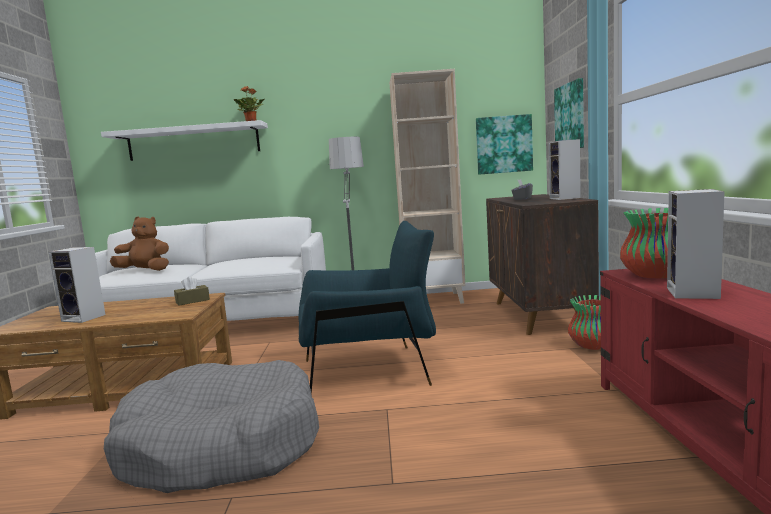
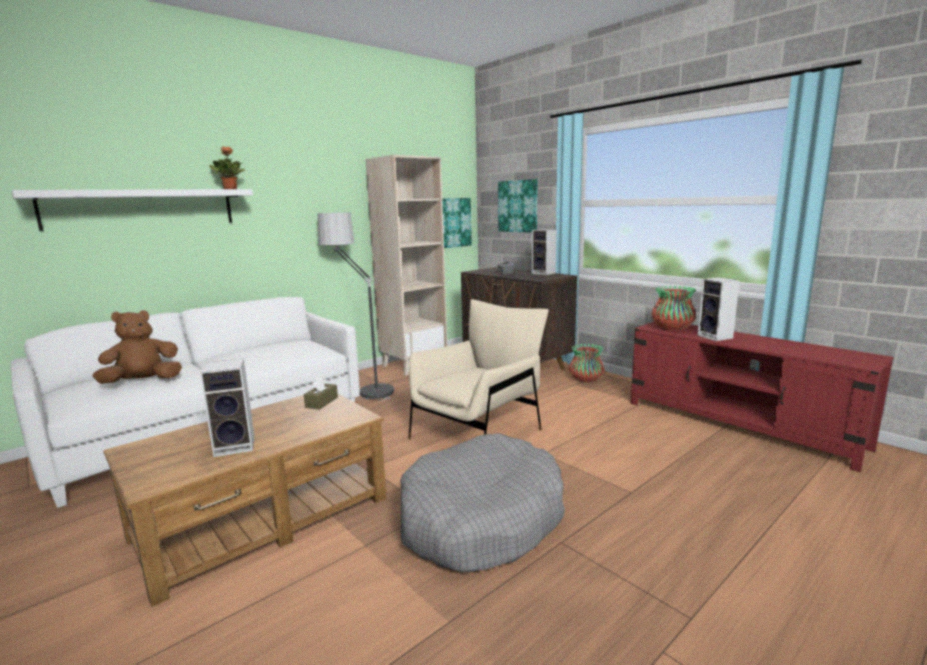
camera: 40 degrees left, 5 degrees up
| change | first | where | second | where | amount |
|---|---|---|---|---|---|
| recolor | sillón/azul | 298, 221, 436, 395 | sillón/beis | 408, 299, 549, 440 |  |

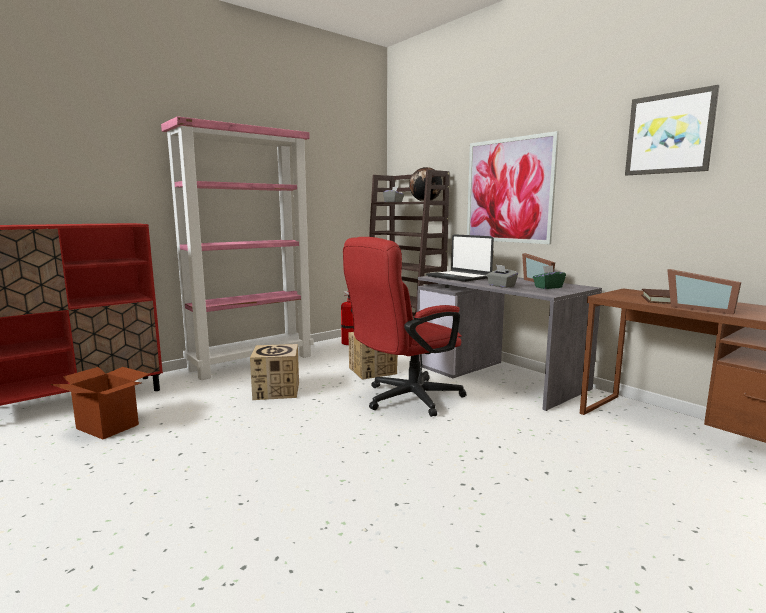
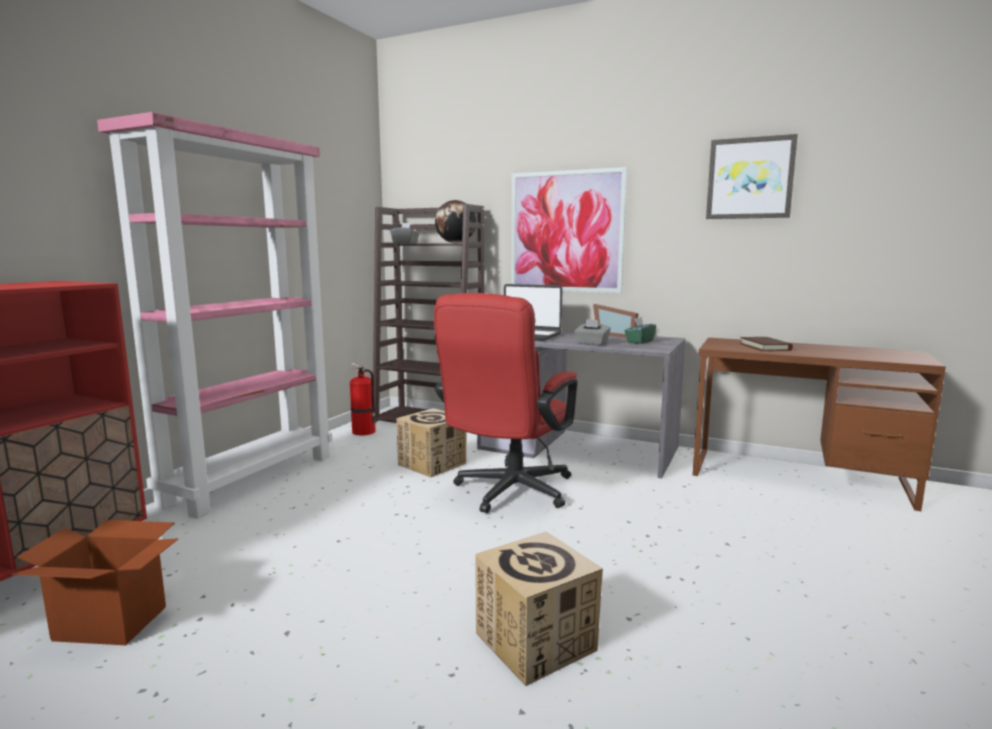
camera: 25 degrees left, 0 degrees up
| change | first | where | second | where | amount |
|---|---|---|---|---|---|
| move | caja de cartón | 250, 344, 299, 400 |  | 475, 532, 603, 686 |  |
| delete | portarretratos | 667, 269, 741, 315 |  |  |  |

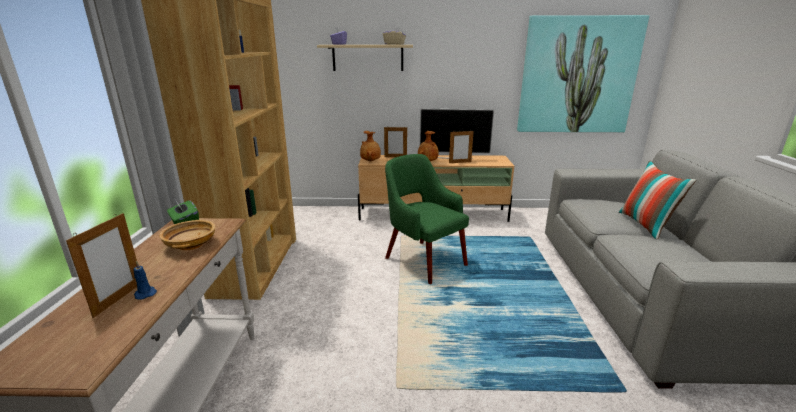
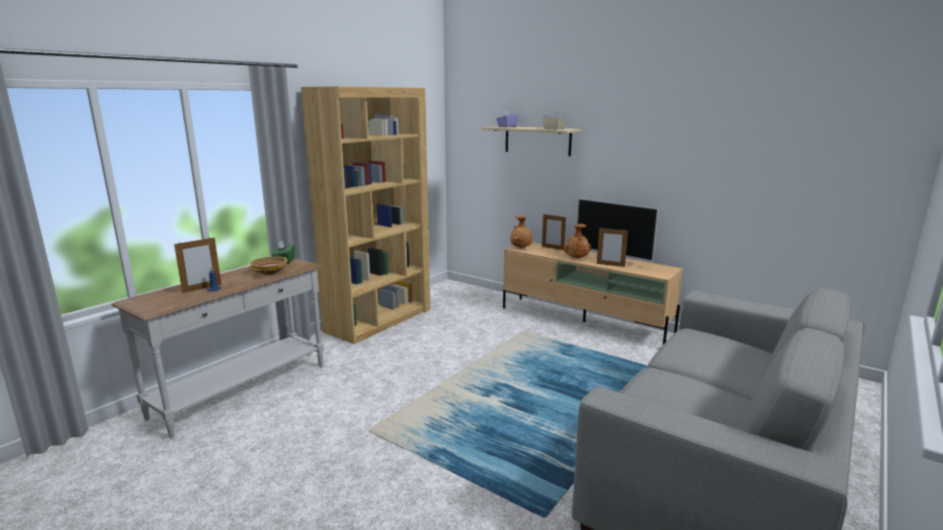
camera: 35 degrees right, 5 degrees down
| change | first | where | second | where | amount |
|---|---|---|---|---|---|
| delete | sillón/verde | 385, 154, 469, 284 |  |  |  |
| delete | cuadro | 517, 15, 649, 132 |  |  |  |
| delete | cojín | 619, 161, 696, 240 |  |  |  |

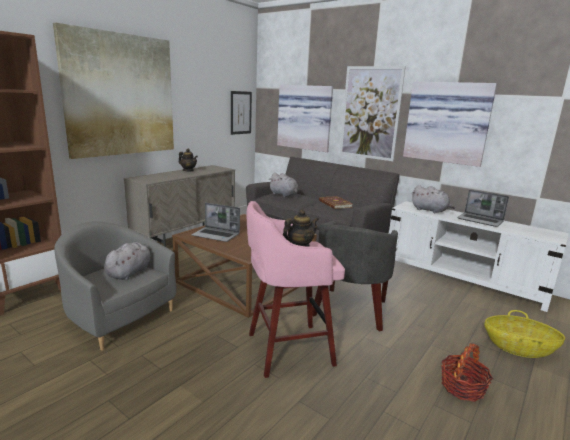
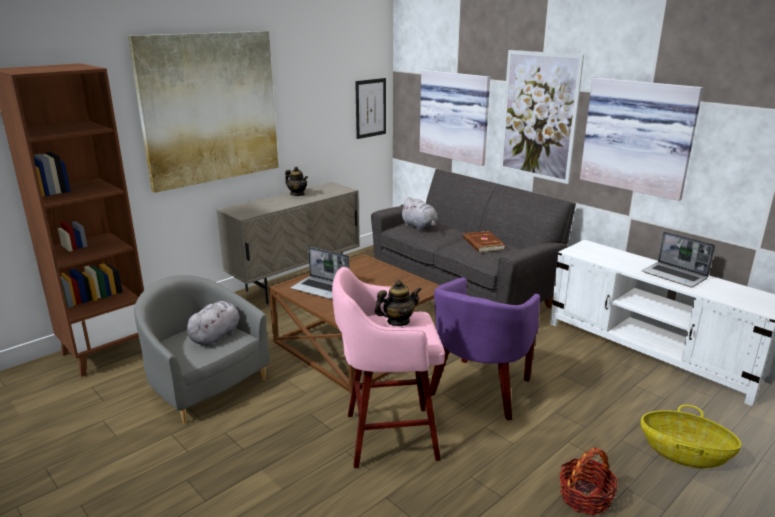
camera: 10 degrees right, 5 degrees up
| change | first | where | second | where | amount |
|---|---|---|---|---|---|
| recolor | sillón/gris | 312, 221, 398, 331 | sillón/morado | 430, 277, 540, 420 |  |
| delete | peluche/gris | 412, 185, 455, 213 |  |  |  |

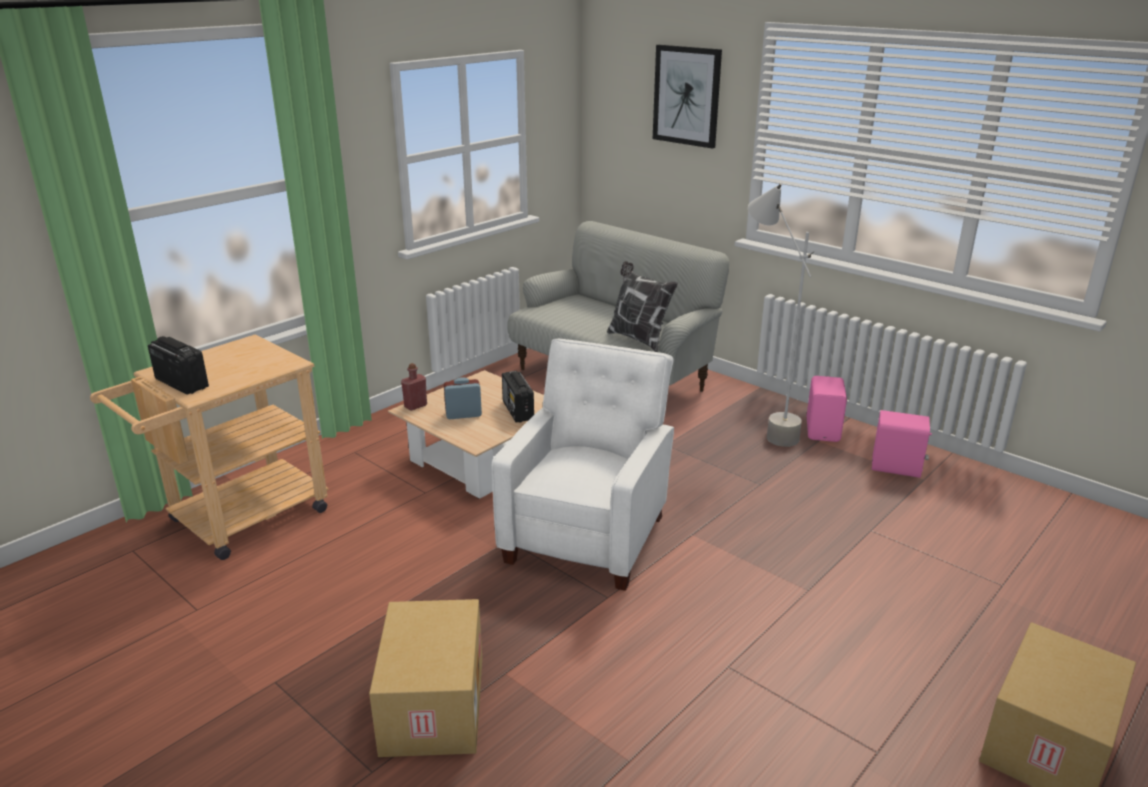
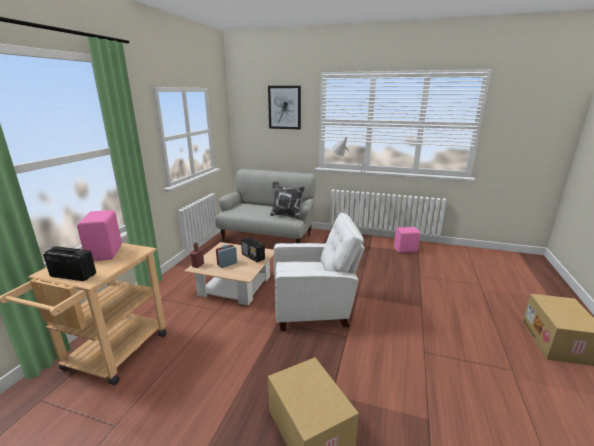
camera: 25 degrees left, 5 degrees down
| change | first | where | second | where | amount |
|---|---|---|---|---|---|
| rotate | sillón/blanco | 492, 339, 674, 591 |  | 274, 212, 365, 331 | 90 degrees clockwise |
| move | altavoz/rosa | 807, 376, 847, 442 |  | 77, 210, 122, 261 |  |

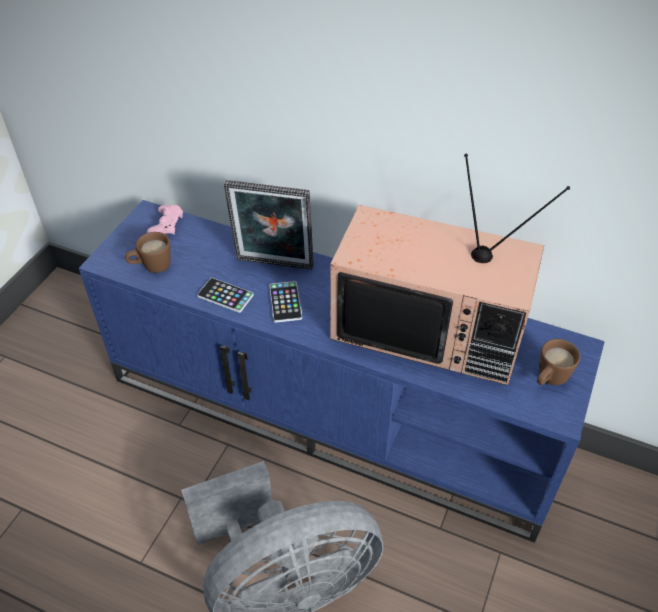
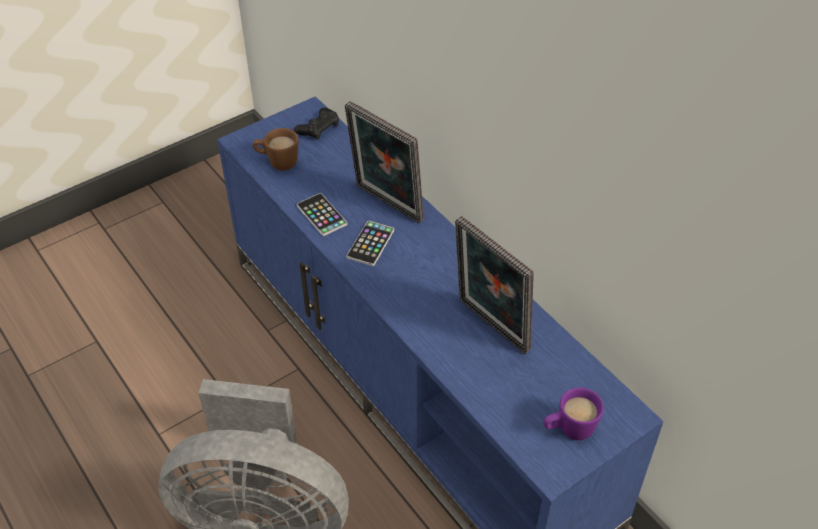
camera: 30 degrees right, 0 degrees up
| change | first | where | second | where | amount |
|---|---|---|---|---|---|
| recolor | mando de consola/rosa | 147, 205, 183, 235 | mando de consola/negro | 294, 108, 339, 140 |  |
| replace | televisor | 330, 154, 570, 385 | portarretratos | 455, 216, 534, 354 |  |
| recolor | taza grande/marrón | 537, 339, 580, 385 | taza grande/morado | 543, 387, 604, 440 |  |

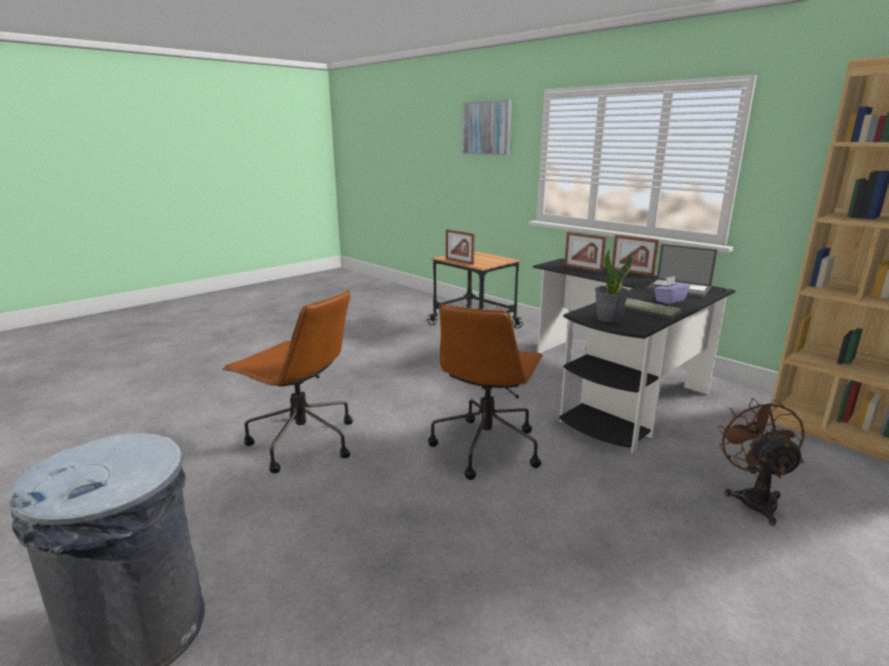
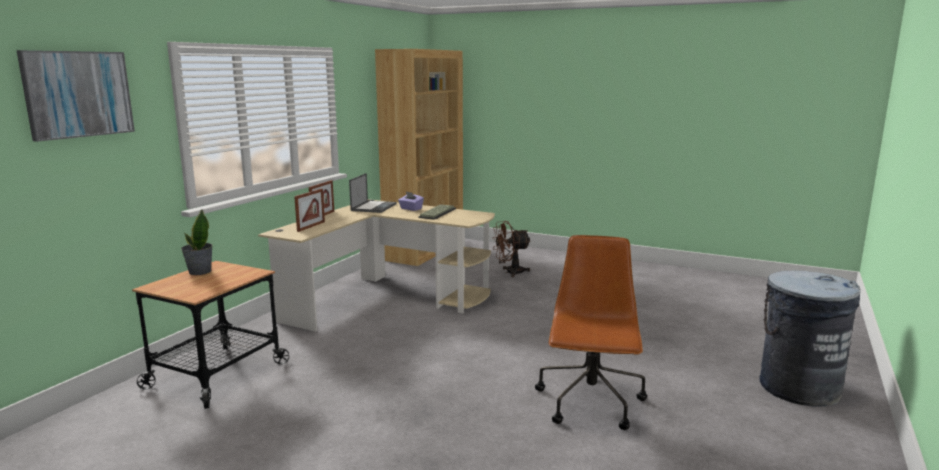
camera: 110 degrees left, 5 degrees down
| change | first | where | second | where | amount |
|---|---|---|---|---|---|
| delete | silla de oficina/marrón | 428, 304, 543, 480 |  |  |  |
| delete | portarretratos | 446, 229, 475, 265 |  |  |  |
| recolor | escritorio/negro | 533, 258, 735, 453 | escritorio/beis | 258, 199, 495, 331 |  |
| move | planta en maceta | 595, 249, 633, 322 |  | 181, 209, 213, 275 |  |

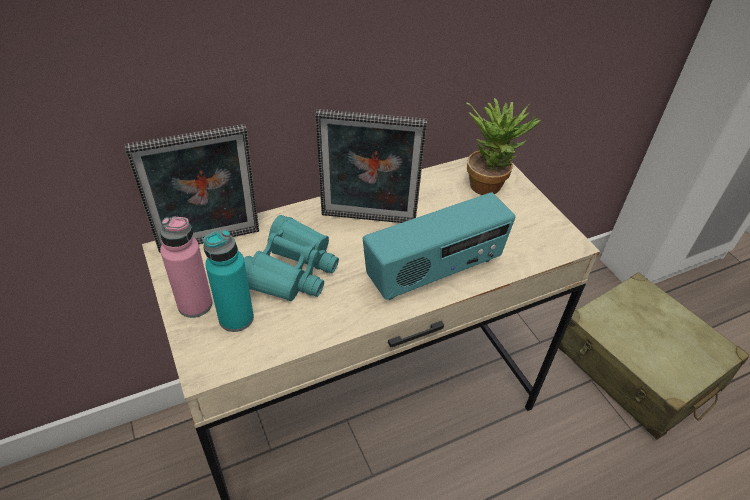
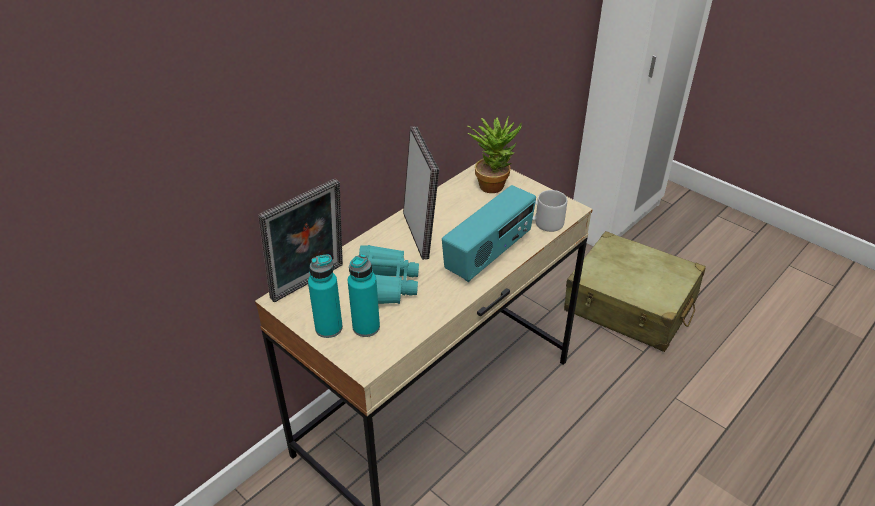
camera: 20 degrees left, 5 degrees down
| change | first | where | second | where | amount |
|---|---|---|---|---|---|
| recolor | botella/rosa | 160, 216, 213, 318 | botella/turquesa | 308, 254, 343, 338 |  |
| rotate | portarretratos | 315, 109, 427, 223 |  | 403, 126, 439, 260 | 90 degrees counterclockwise |
| insert |  |  | taza grande/gris | 532, 190, 567, 232 |  |

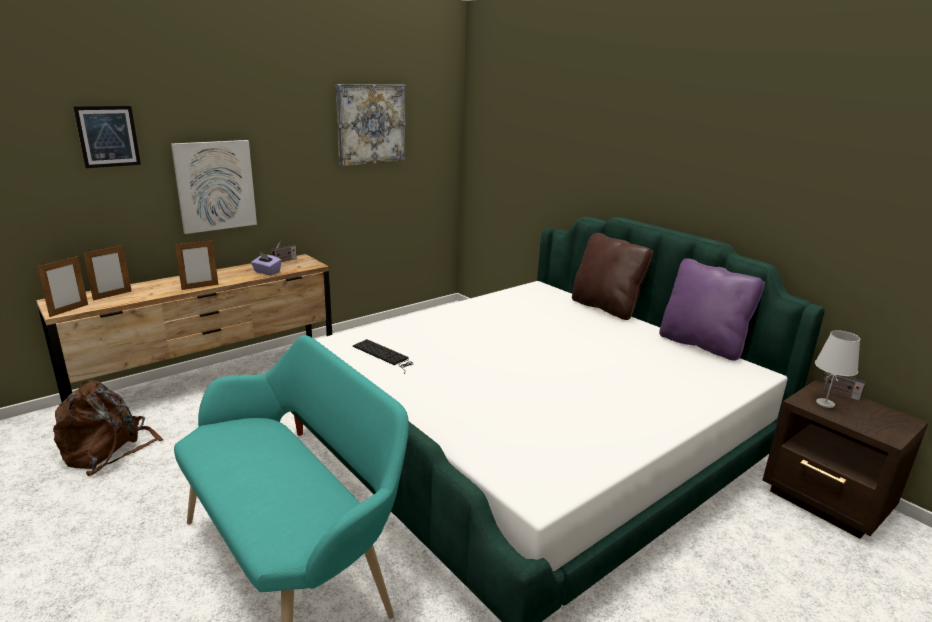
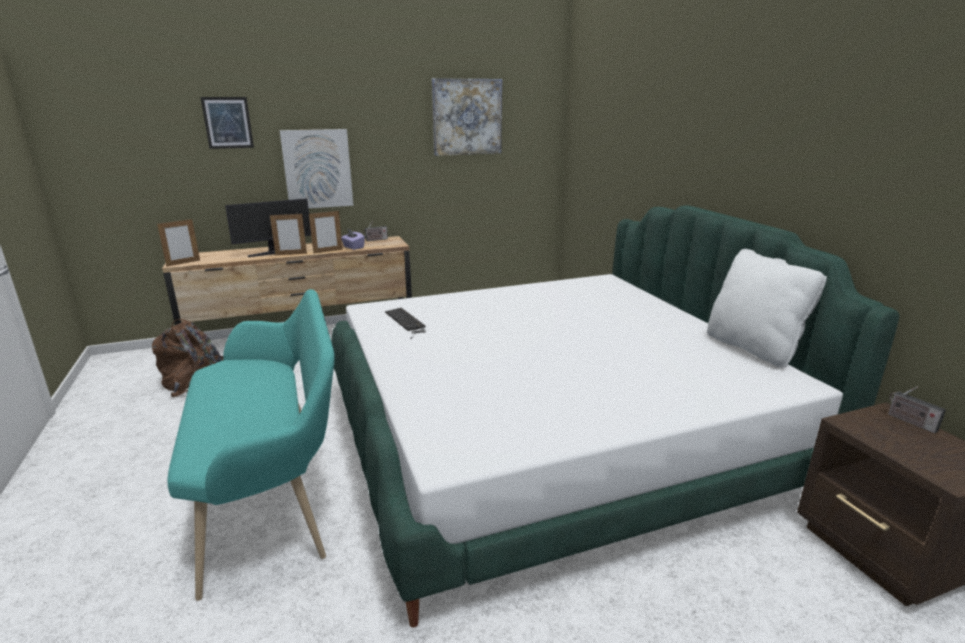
camera: 20 degrees right, 0 degrees up
| change | first | where | second | where | amount |
|---|---|---|---|---|---|
| move | portarretratos | 83, 245, 132, 301 |  | 309, 210, 343, 254 |  |
| delete | cojín/marrón | 572, 233, 653, 320 |  |  |  |
| recolor | cojín/morado | 659, 258, 765, 361 | cojín/blanco | 707, 249, 827, 368 |  |
| delete | lámpara de mesa/blanco | 815, 330, 860, 408 |  |  |  |
| insert |  |  | monitor | 225, 198, 311, 257 |  |

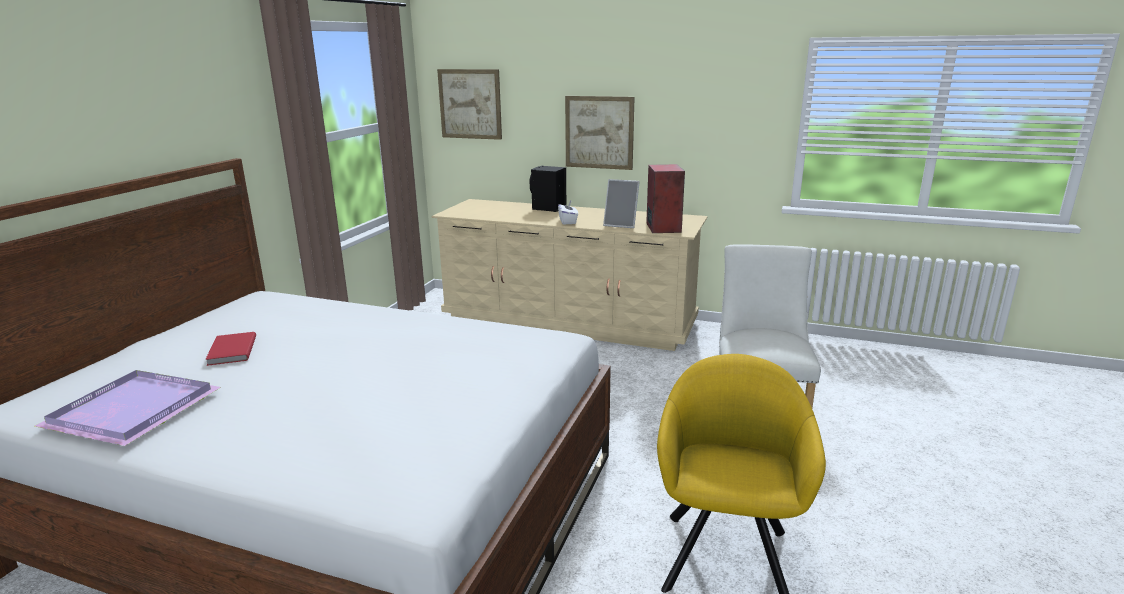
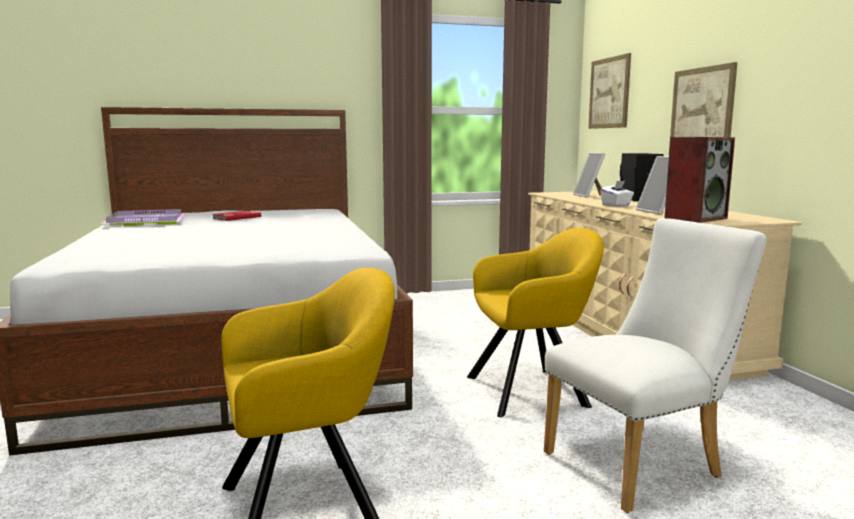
camera: 55 degrees right, 10 degrees down
| change | first | where | second | where | amount |
|---|---|---|---|---|---|
| insert |  |  | sillón/amarillo | 467, 228, 604, 417 |  |
| insert |  |  | portarretratos | 573, 152, 605, 198 |  |

